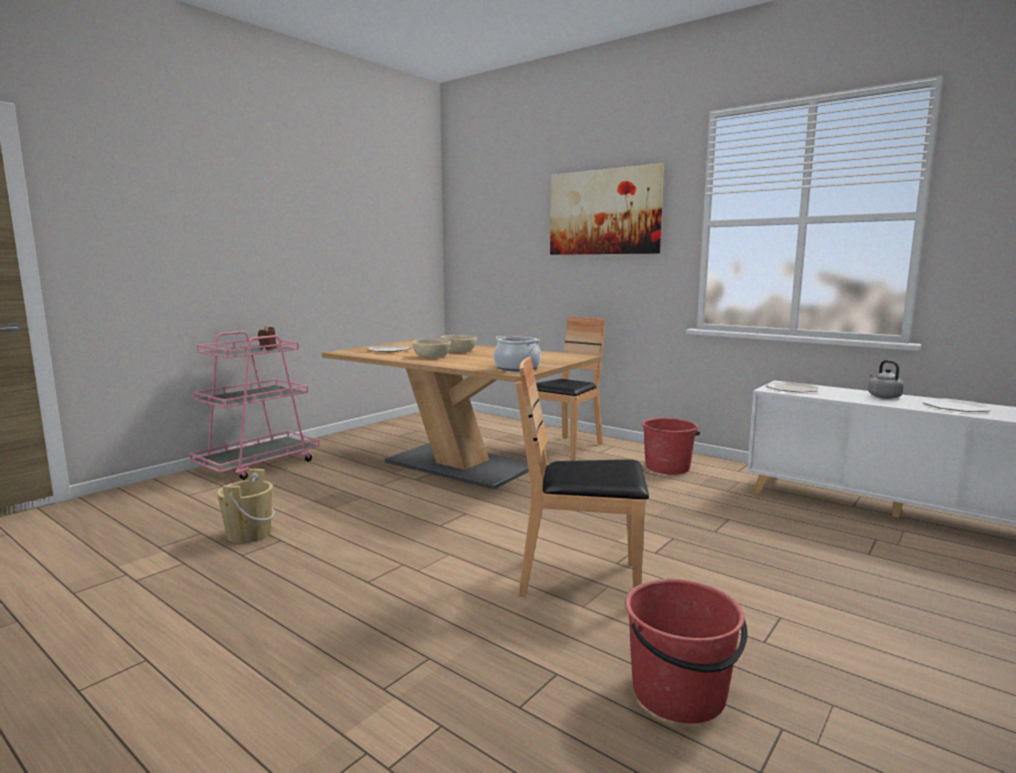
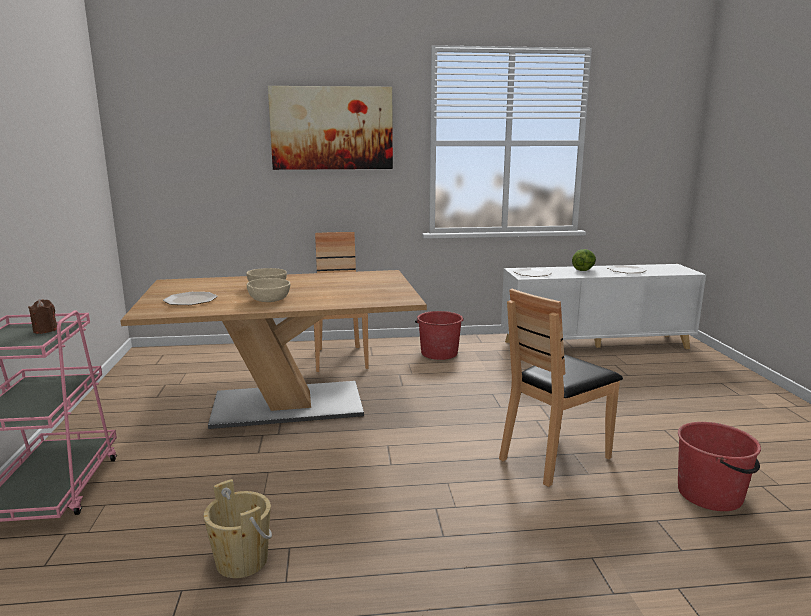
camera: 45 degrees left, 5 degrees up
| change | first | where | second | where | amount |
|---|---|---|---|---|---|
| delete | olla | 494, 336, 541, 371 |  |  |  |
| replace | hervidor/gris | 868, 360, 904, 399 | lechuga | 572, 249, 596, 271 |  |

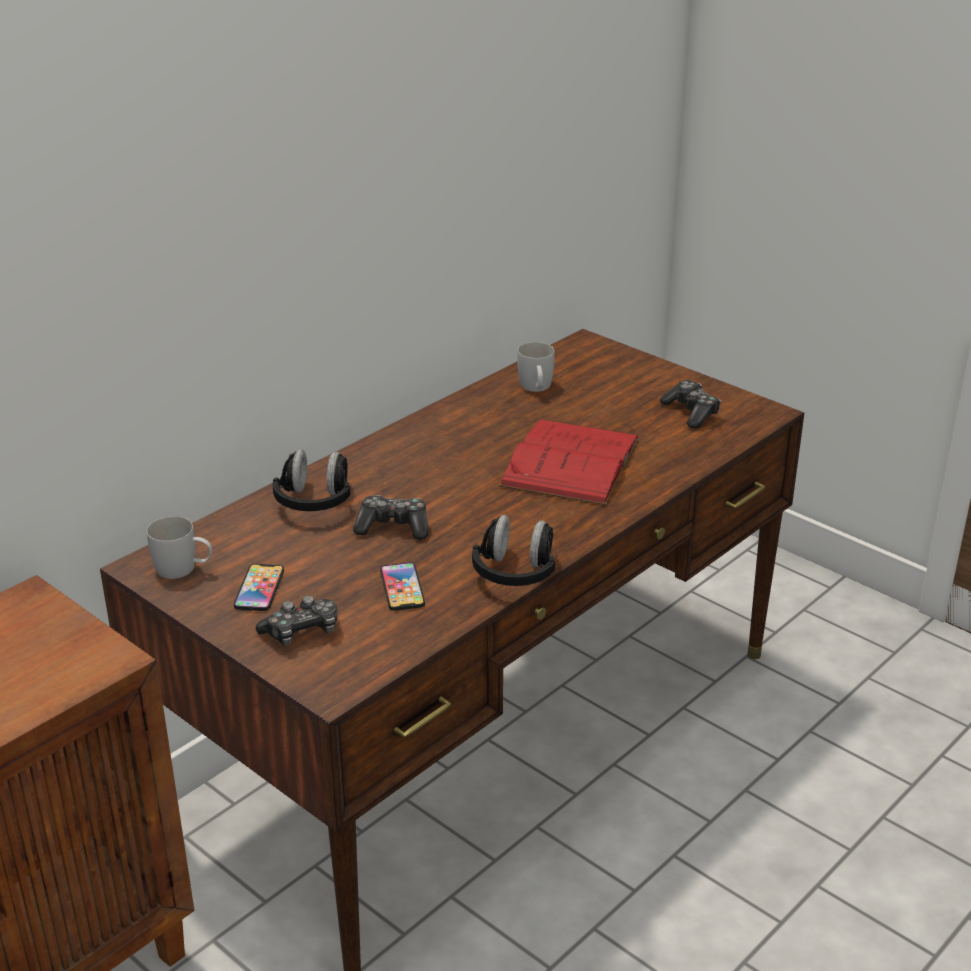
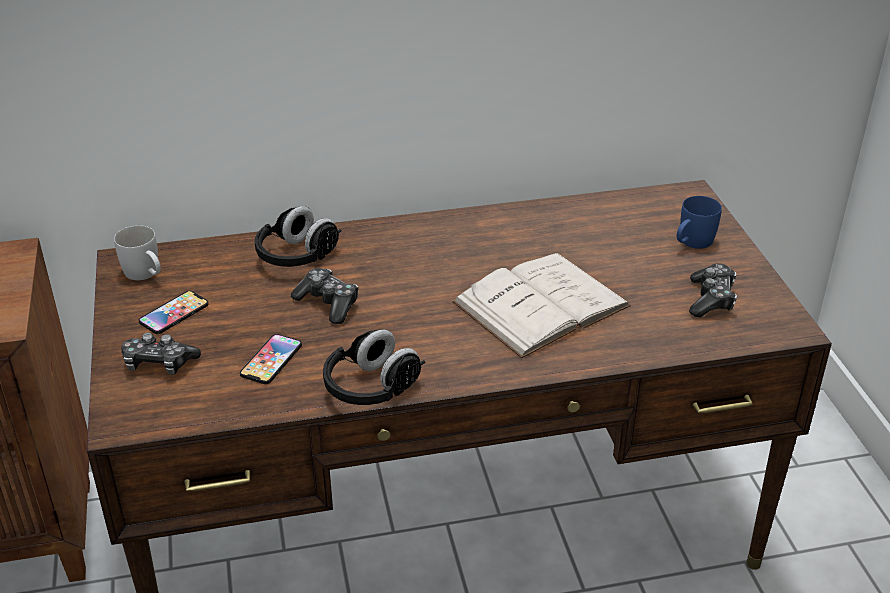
camera: 35 degrees right, 5 degrees up
| change | first | where | second | where | amount |
|---|---|---|---|---|---|
| recolor | libro/rojo | 499, 419, 640, 505 | libro/blanco | 452, 253, 631, 358 |  |
| delete | taza grande/blanco | 517, 342, 555, 392 |  |  |  |
| insert |  |  | taza grande/azul | 677, 196, 722, 249 |  |

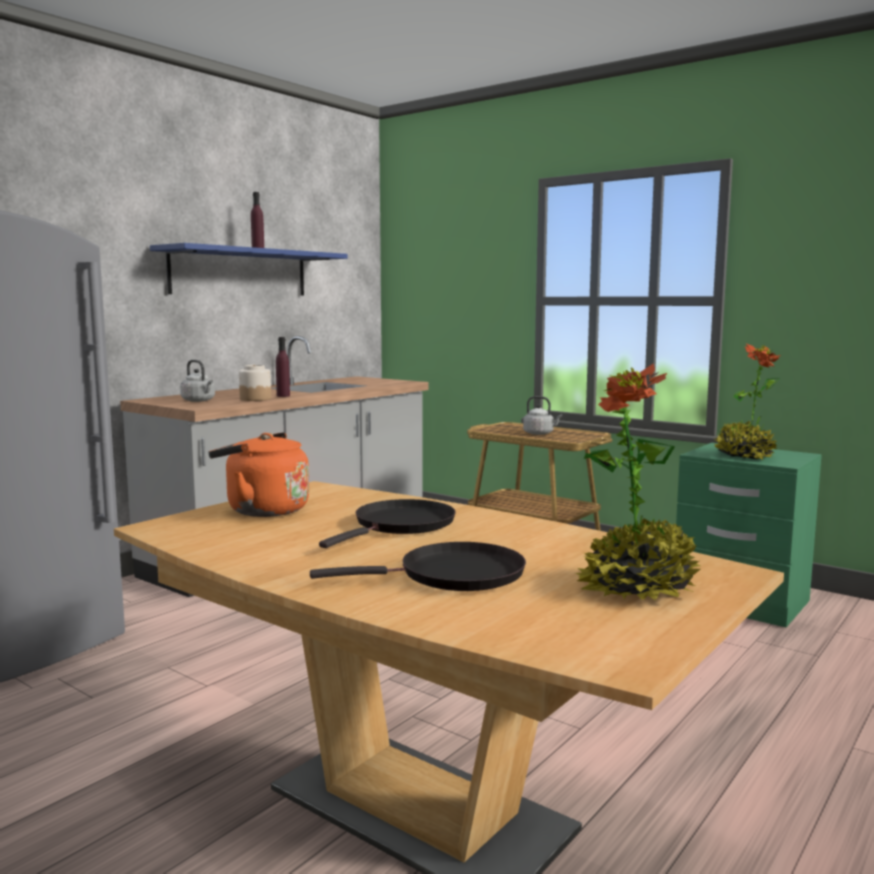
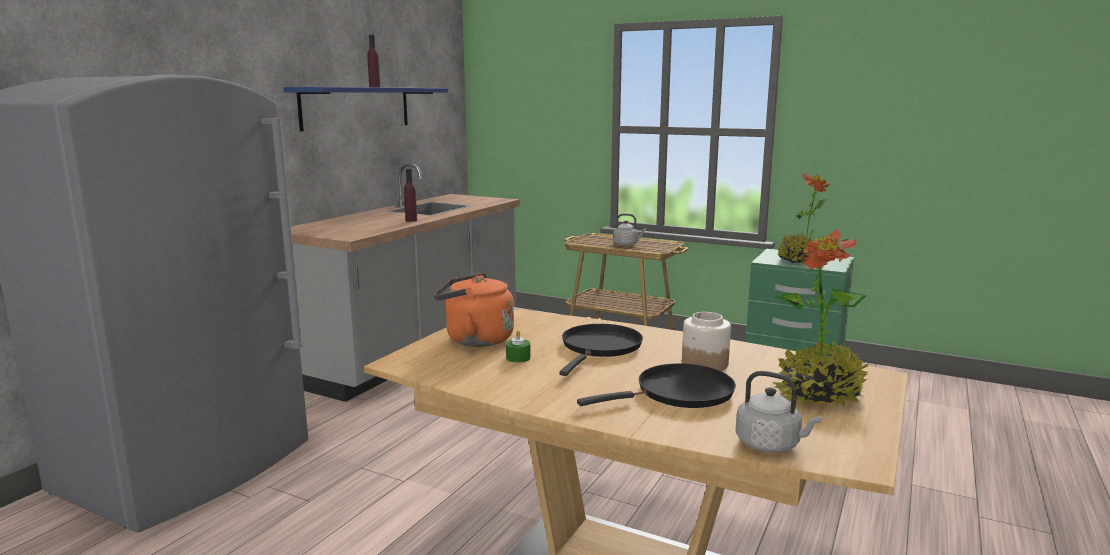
camera: 10 degrees left, 5 degrees up
| change | first | where | second | where | amount |
|---|---|---|---|---|---|
| move | hervidor/gris | 180, 360, 215, 402 |  | 735, 371, 822, 453 |  |
| move | tarro | 239, 365, 271, 401 |  | 682, 312, 731, 371 |  |
| insert |  |  | vela/verde | 506, 330, 531, 363 |  |

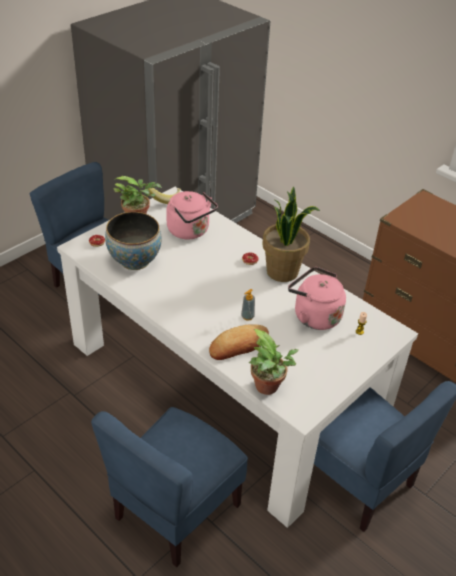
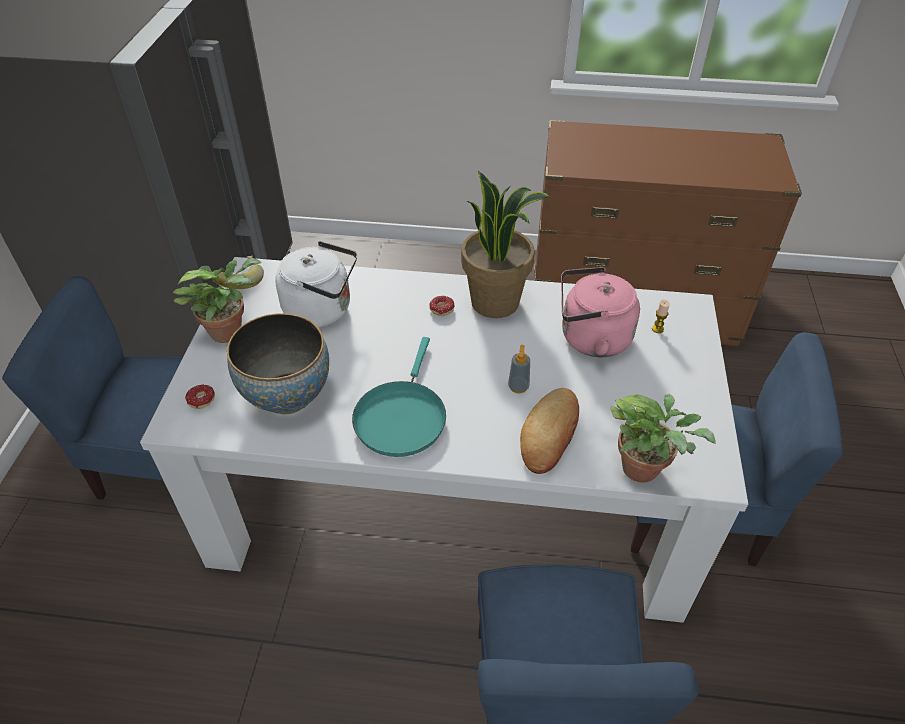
camera: 35 degrees left, 5 degrees up
| change | first | where | second | where | amount |
|---|---|---|---|---|---|
| recolor | hervidor/rosa | 166, 191, 218, 240 | hervidor/blanco | 275, 241, 357, 327 |  |
| insert |  |  | sartén/turquesa | 352, 337, 446, 457 |  |

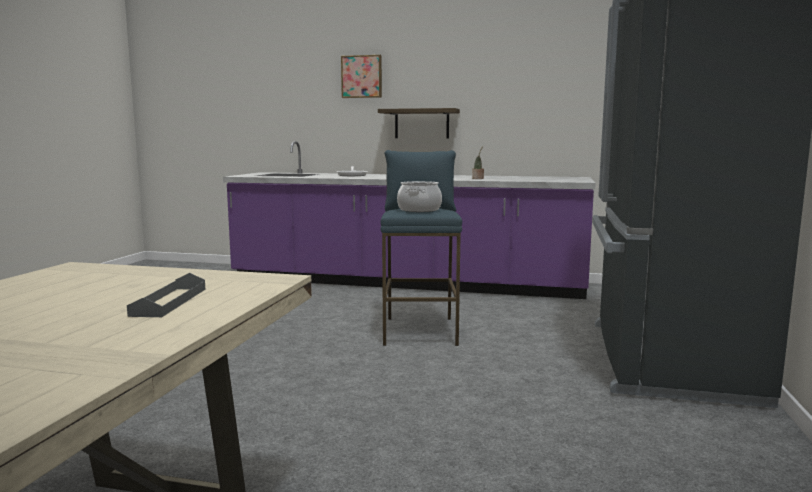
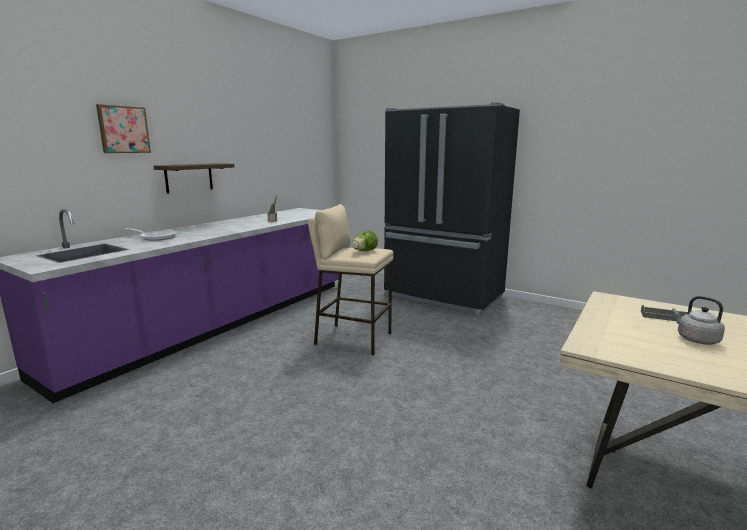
camera: 70 degrees left, 5 degrees up
| change | first | where | second | where | amount |
|---|---|---|---|---|---|
| recolor | taburete/azul | 381, 150, 462, 346 | taburete/beis | 307, 204, 394, 356 |  |
| replace | olla | 397, 181, 442, 212 | lechuga | 352, 230, 378, 251 |  |
| insert |  |  | hervidor/gris | 672, 296, 725, 345 |  |

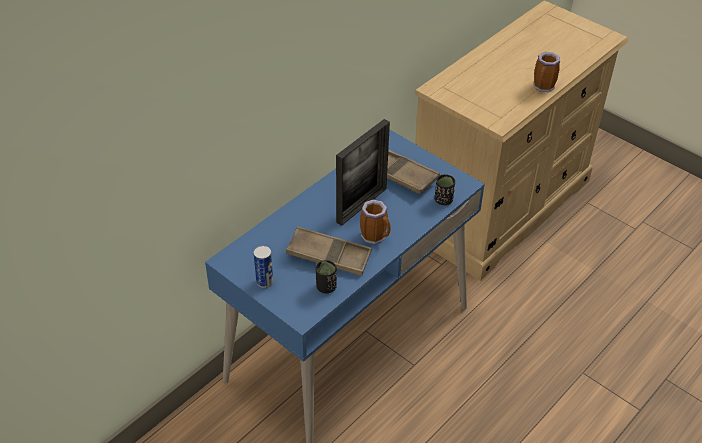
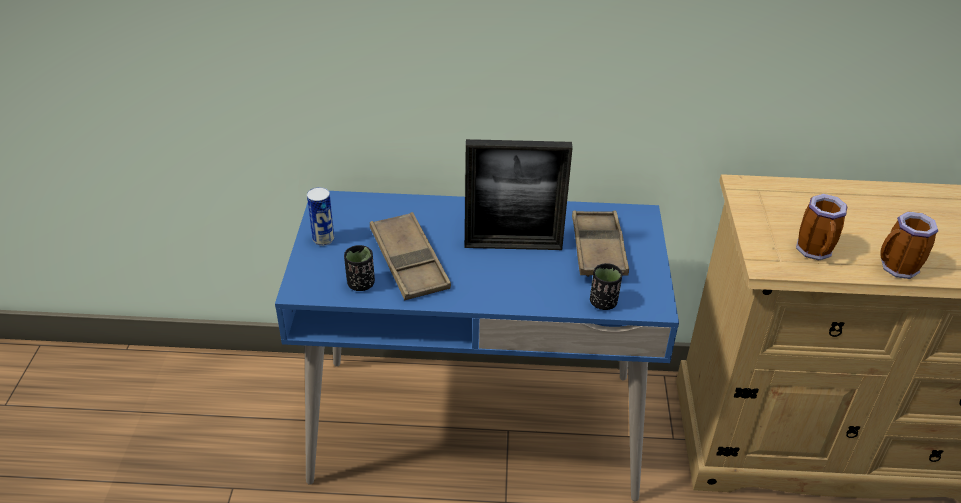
camera: 50 degrees right, 5 degrees down
| change | first | where | second | where | amount |
|---|---|---|---|---|---|
| move | taza grande | 360, 200, 391, 244 |  | 796, 194, 847, 260 |  |

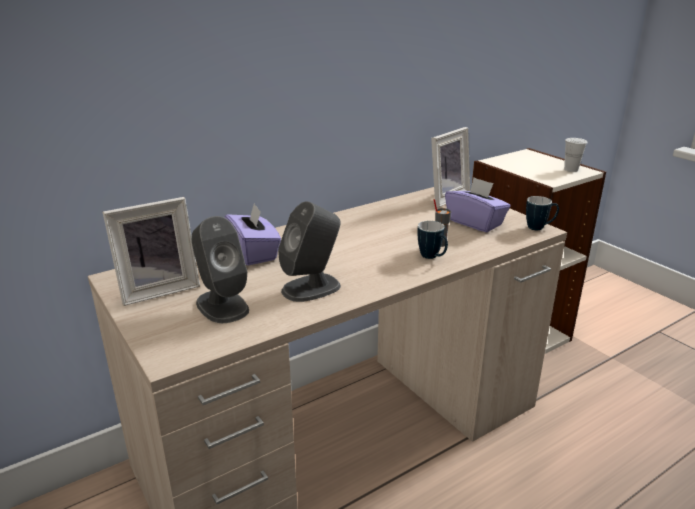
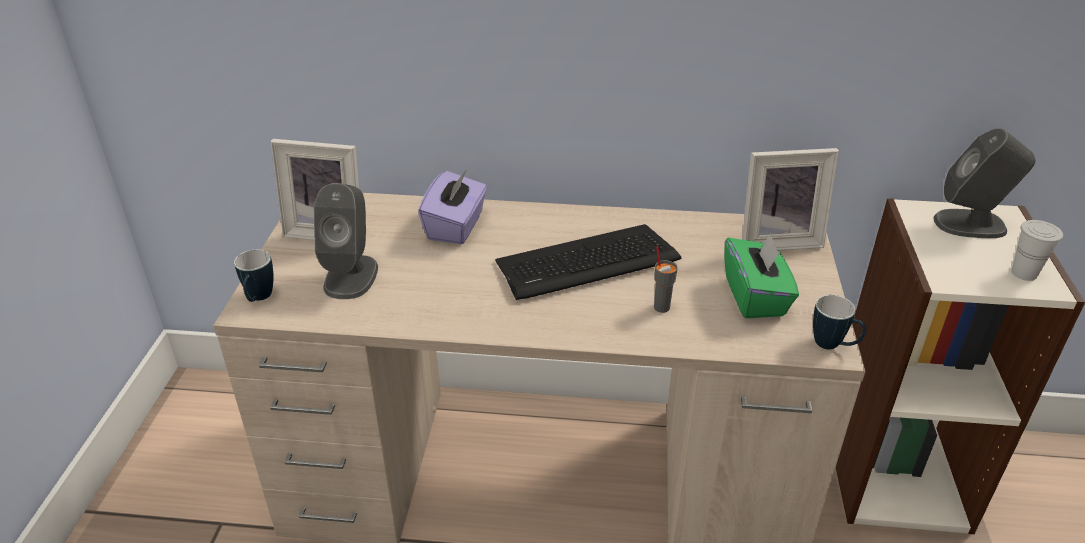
camera: 40 degrees right, 10 degrees up
| change | first | where | second | where | amount |
|---|---|---|---|---|---|
| move | altavoz/gris | 278, 201, 341, 302 |  | 934, 128, 1035, 238 |  |
| move | taza grande | 418, 221, 448, 259 |  | 234, 249, 274, 302 |  |
| recolor | caja de pañuelos/morado | 445, 177, 510, 232 | caja de pañuelos/verde | 725, 233, 799, 318 |  |
| insert |  |  | teclado | 495, 224, 682, 300 |  |

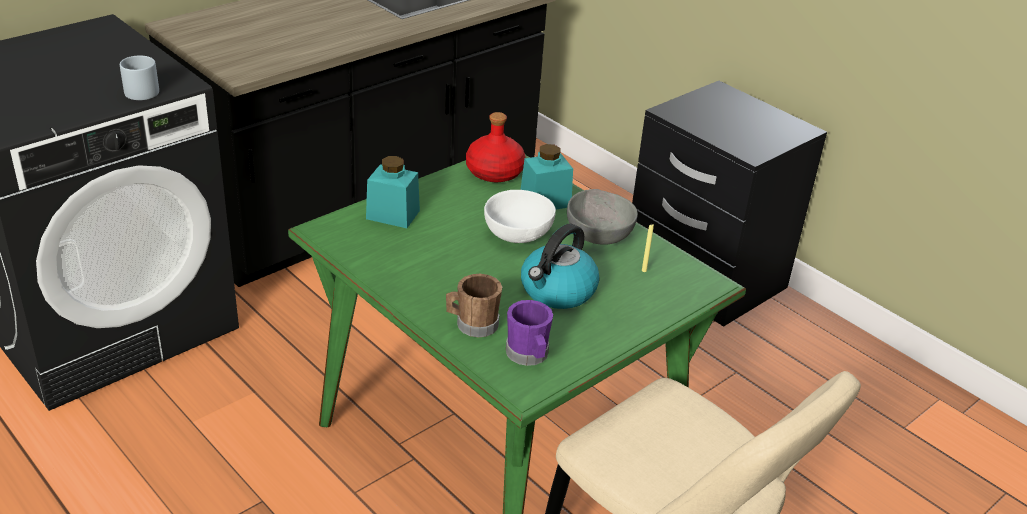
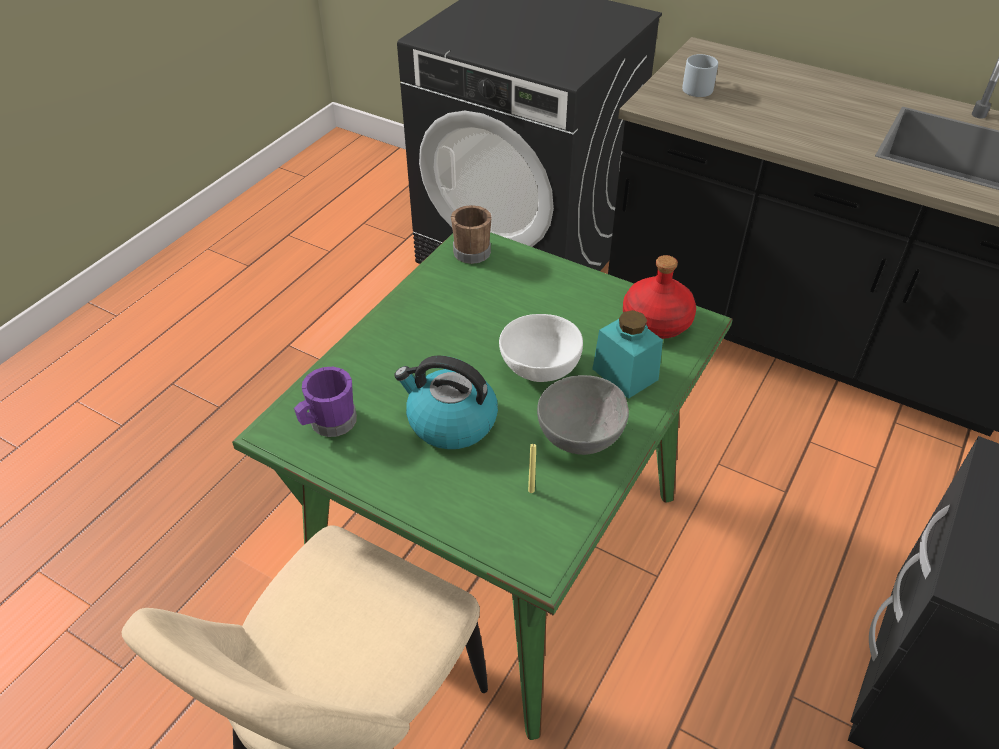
camera: 75 degrees right, 10 degrees up
| change | first | where | second | where | amount |
|---|---|---|---|---|---|
| move | taza grande/gris | 120, 56, 159, 100 |  | 682, 54, 718, 97 |  |
| delete | tarro/turquesa | 366, 156, 420, 228 |  |  |  |
| move | taza grande/marrón | 446, 274, 502, 337 |  | 451, 205, 492, 264 |  |

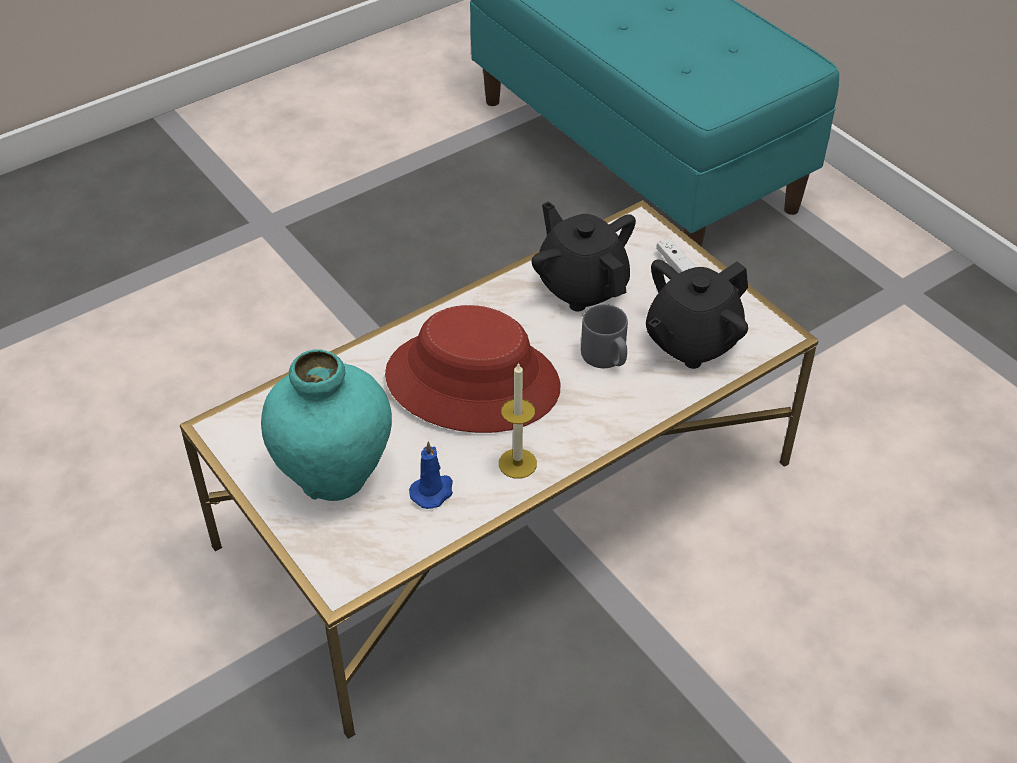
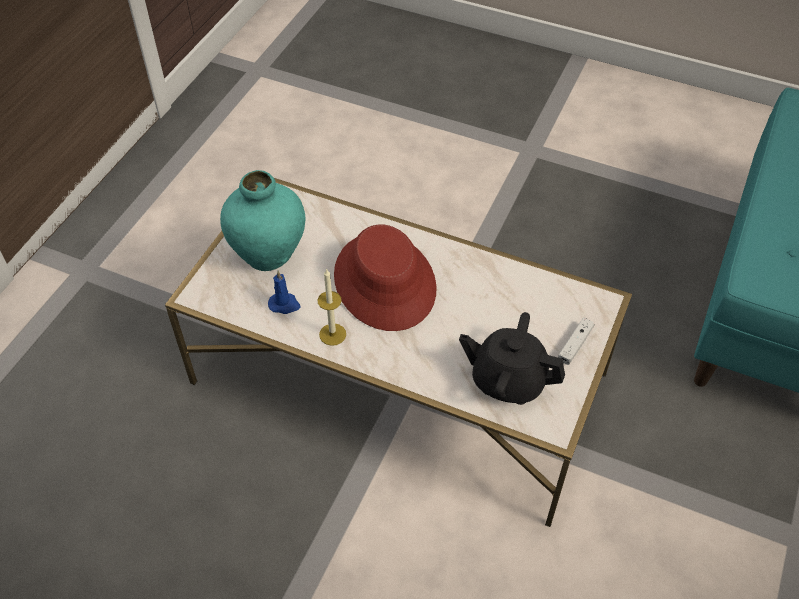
camera: 60 degrees right, 5 degrees up
| change | first | where | second | where | amount |
|---|---|---|---|---|---|
| delete | tetera/negro | 532, 201, 636, 311 |  |  |  |
| delete | taza grande/gris | 581, 304, 628, 368 |  |  |  |

